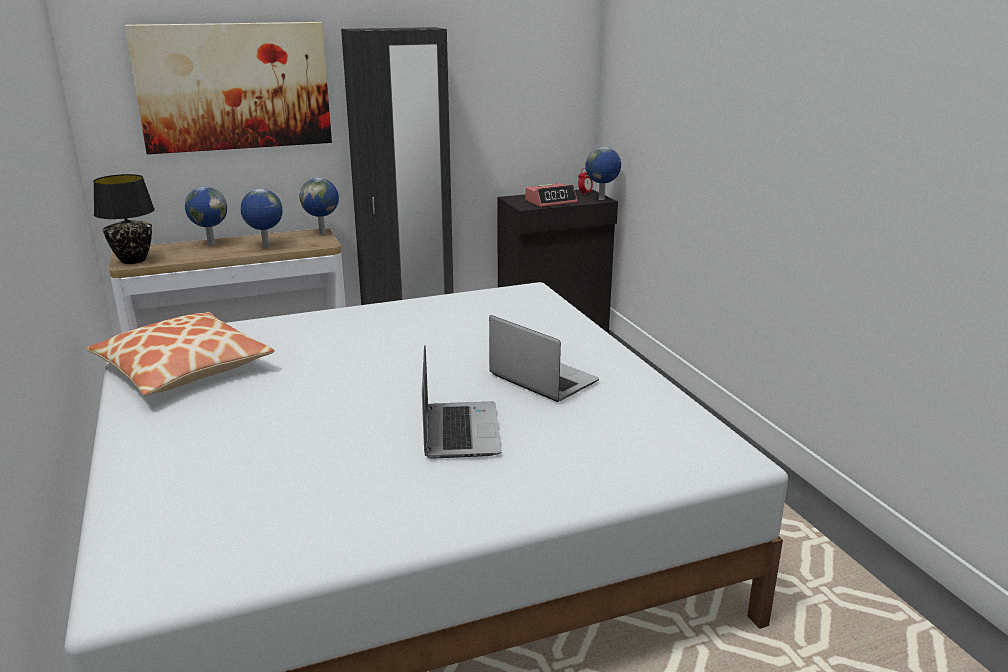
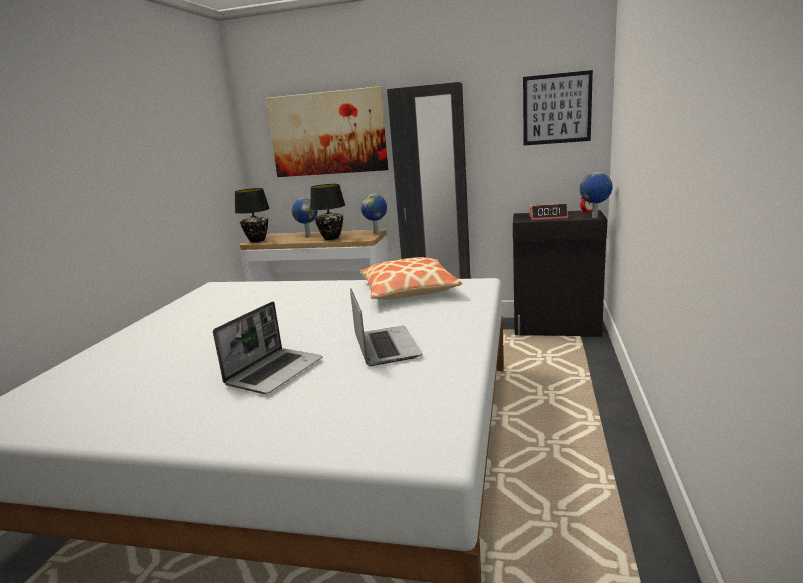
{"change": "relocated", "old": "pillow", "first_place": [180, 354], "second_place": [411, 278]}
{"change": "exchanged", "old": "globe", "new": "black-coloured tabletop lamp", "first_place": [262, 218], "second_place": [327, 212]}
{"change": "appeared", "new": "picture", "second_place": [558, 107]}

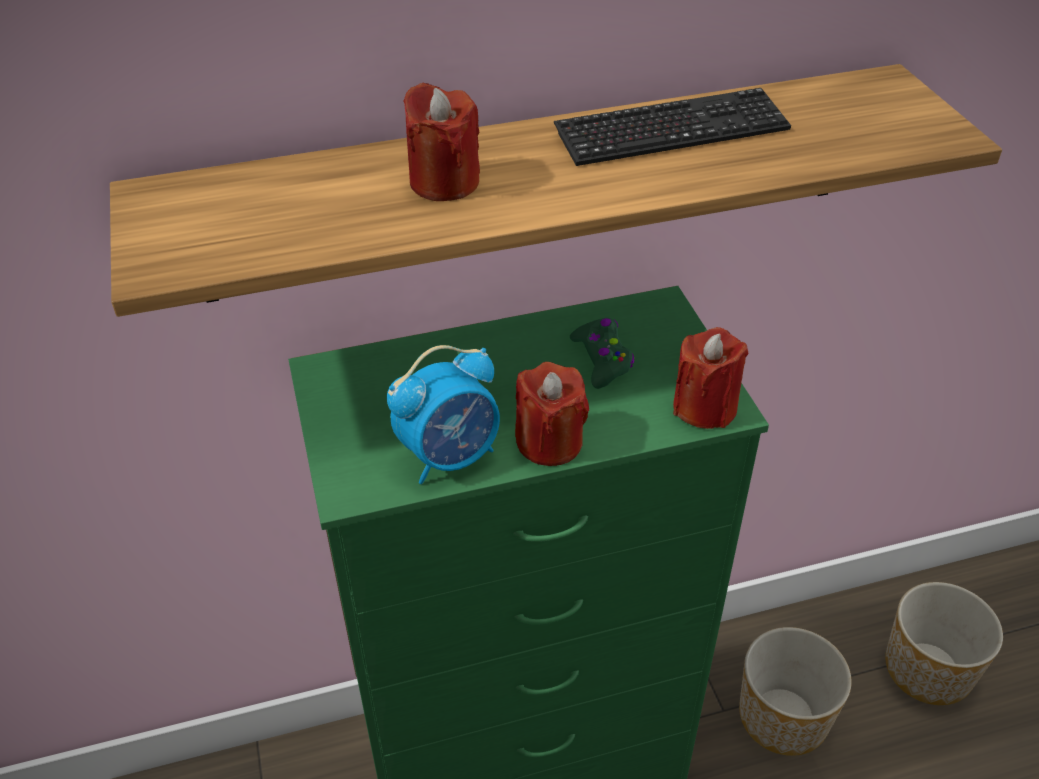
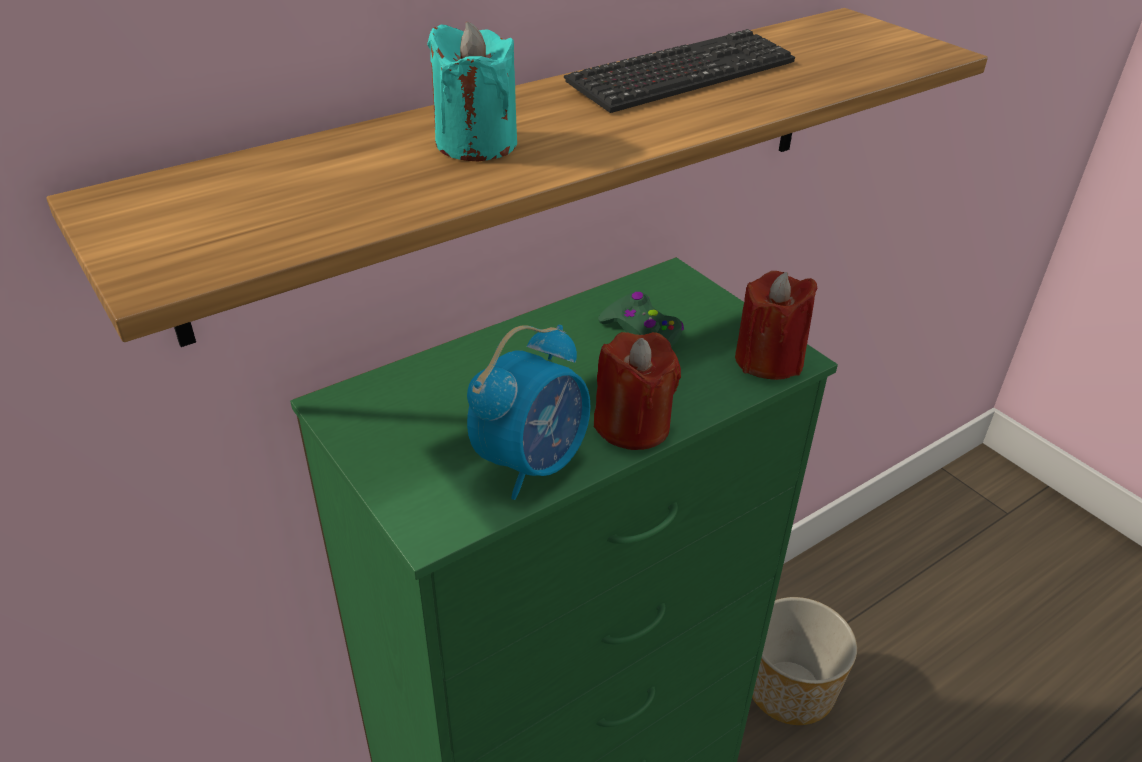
{"change": "colour", "old": "reddish wax candle", "new": "turquoise wax candle", "first_place": [441, 142], "second_place": [472, 91]}
{"change": "missing", "old": "planter", "first_place": [944, 643]}

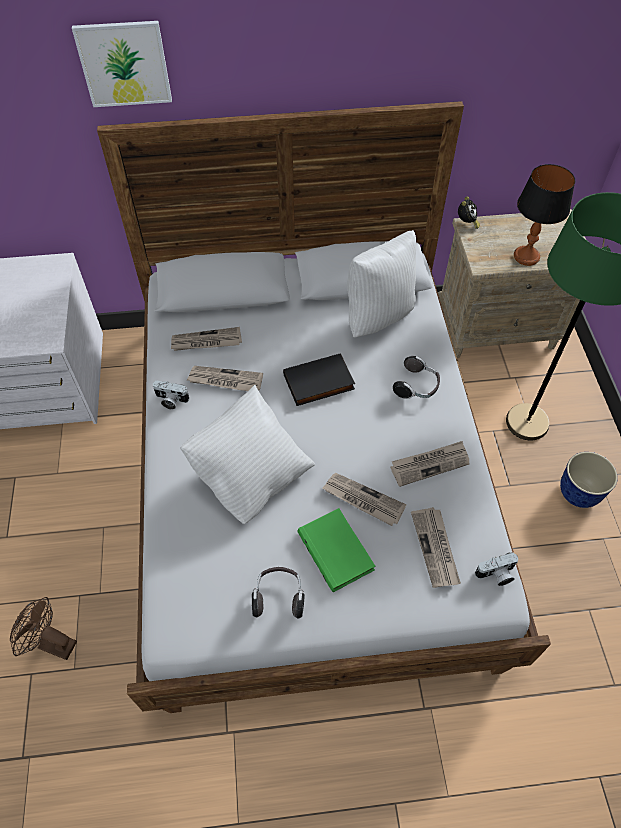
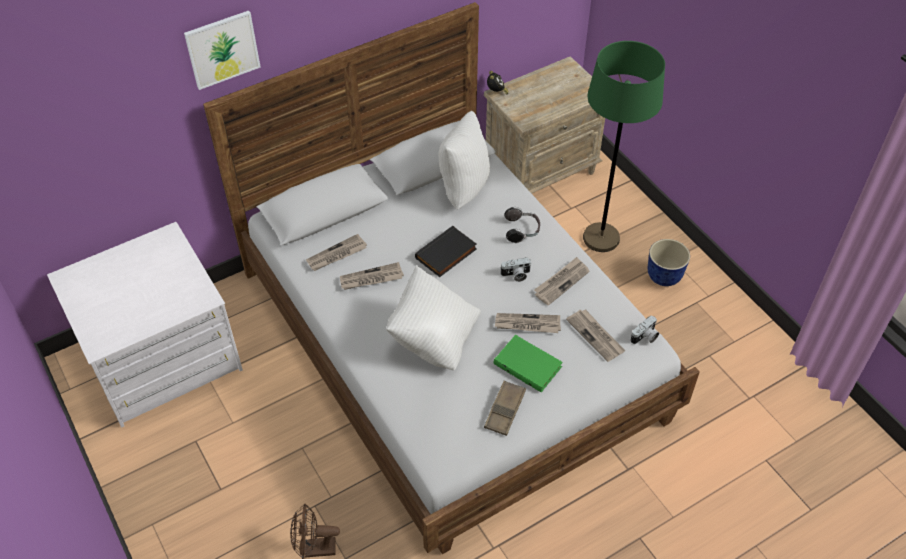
{"change": "relocated", "old": "still camera", "first_place": [171, 395], "second_place": [516, 270]}
{"change": "exchanged", "old": "headphones", "new": "brown-coloured carrying tray", "first_place": [278, 593], "second_place": [505, 408]}
{"change": "missing", "old": "tabletop lamp", "first_place": [544, 215]}

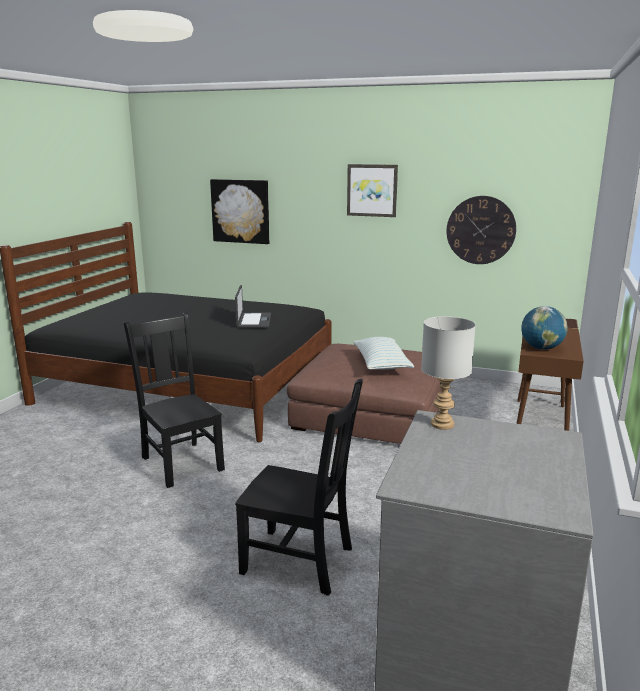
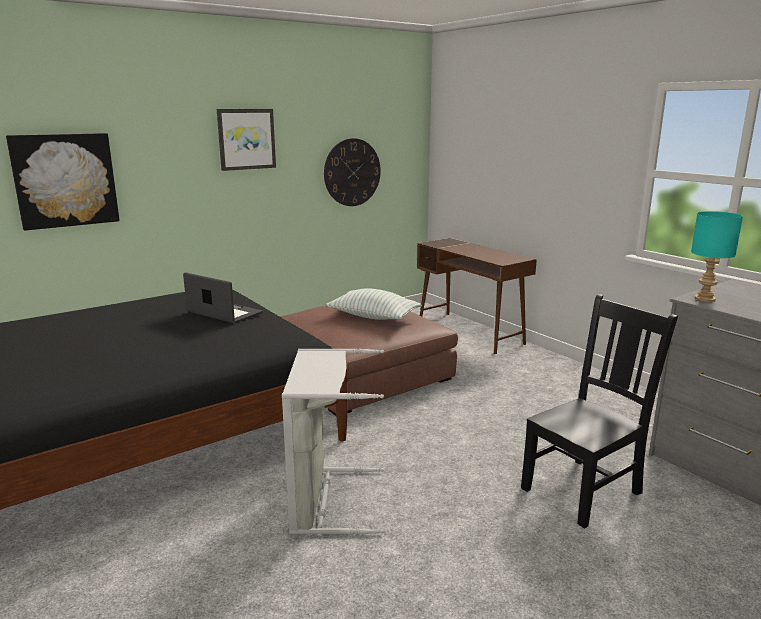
{"change": "exchanged", "old": "black-coloured chair", "new": "gray hamper", "first_place": [174, 400], "second_place": [333, 441]}
{"change": "colour", "old": "gray tabletop lamp", "new": "turquoise tabletop lamp", "first_place": [448, 373], "second_place": [717, 256]}
{"change": "missing", "old": "globe", "first_place": [545, 328]}

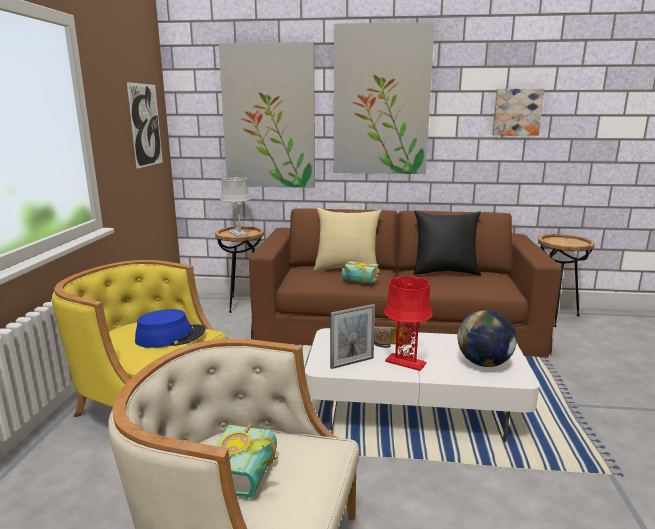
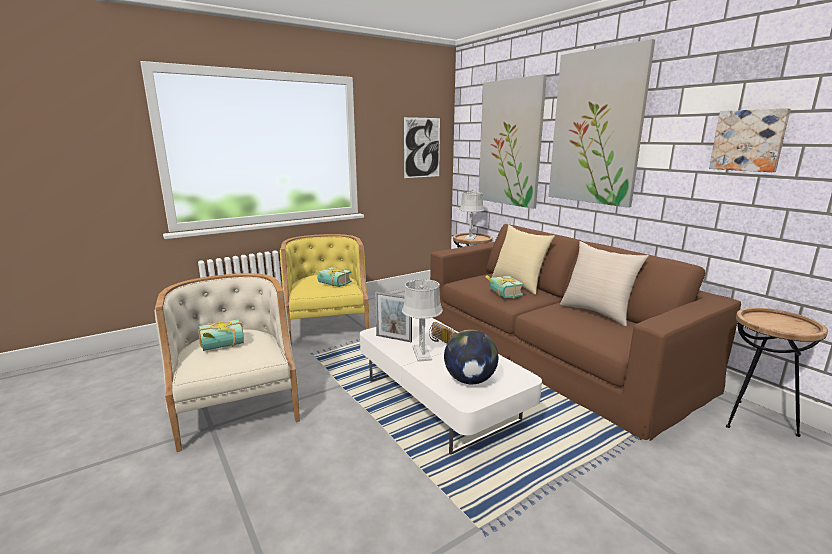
{"change": "exchanged", "old": "bluish wearable hat", "new": "volume", "first_place": [170, 328], "second_place": [334, 277]}
{"change": "colour", "old": "reddish tabletop lamp", "new": "gray tabletop lamp", "first_place": [408, 323], "second_place": [422, 320]}
{"change": "colour", "old": "black-coloured pillow", "new": "beige pillow", "first_place": [447, 243], "second_place": [604, 283]}

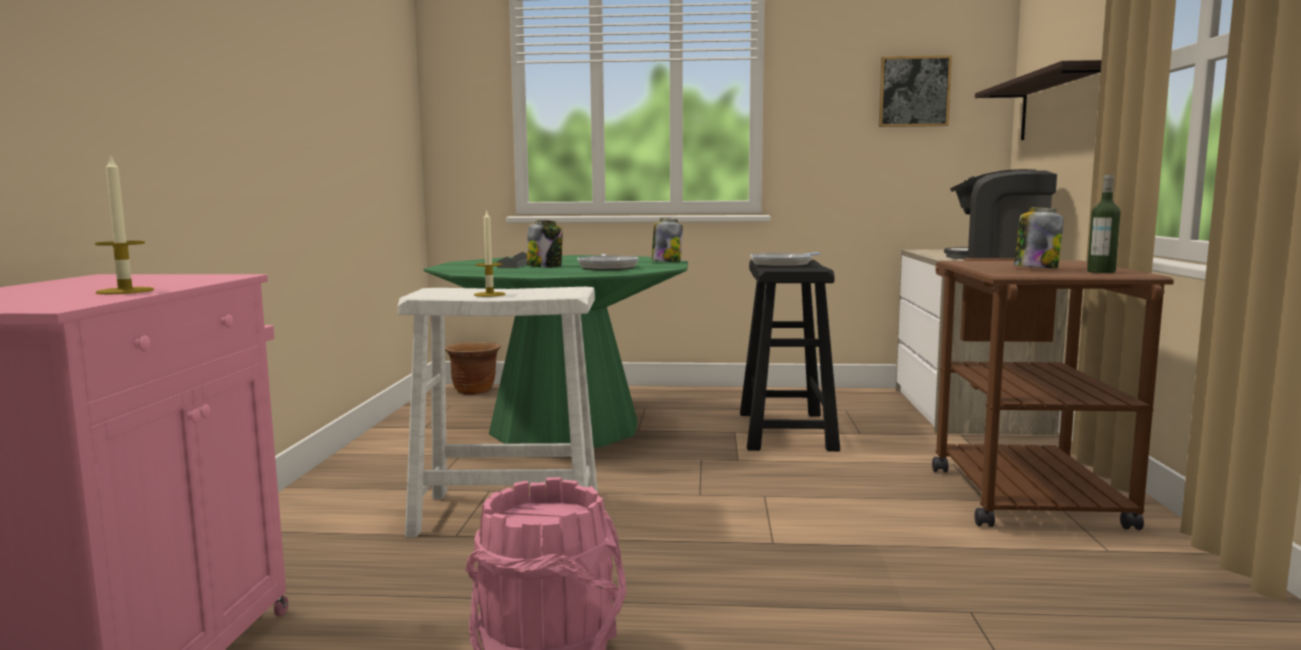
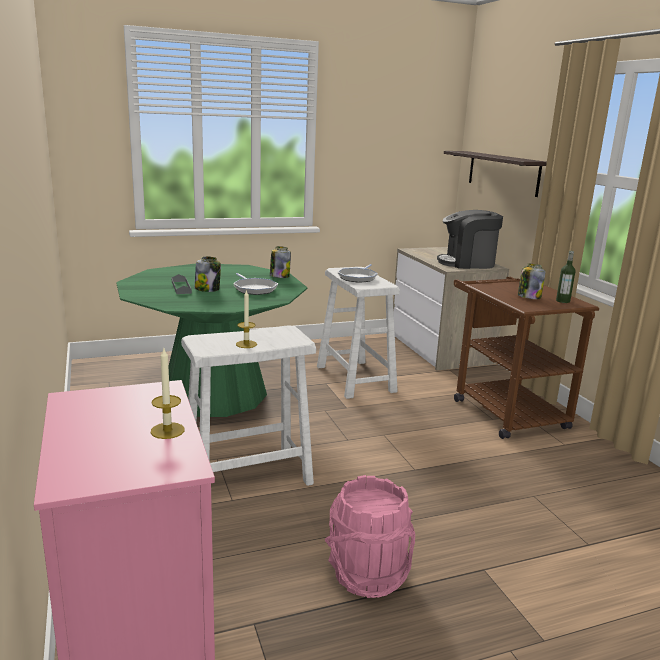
{"change": "missing", "old": "brown-coloured planter", "first_place": [473, 368]}
{"change": "colour", "old": "black-coloured stool", "new": "white stool", "first_place": [790, 355], "second_place": [358, 333]}
{"change": "missing", "old": "picture", "first_place": [915, 91]}

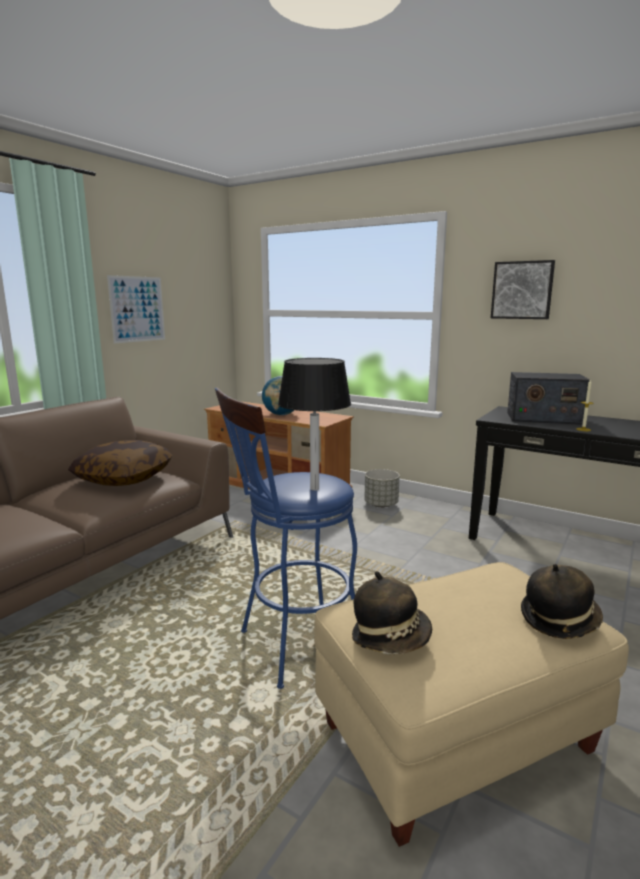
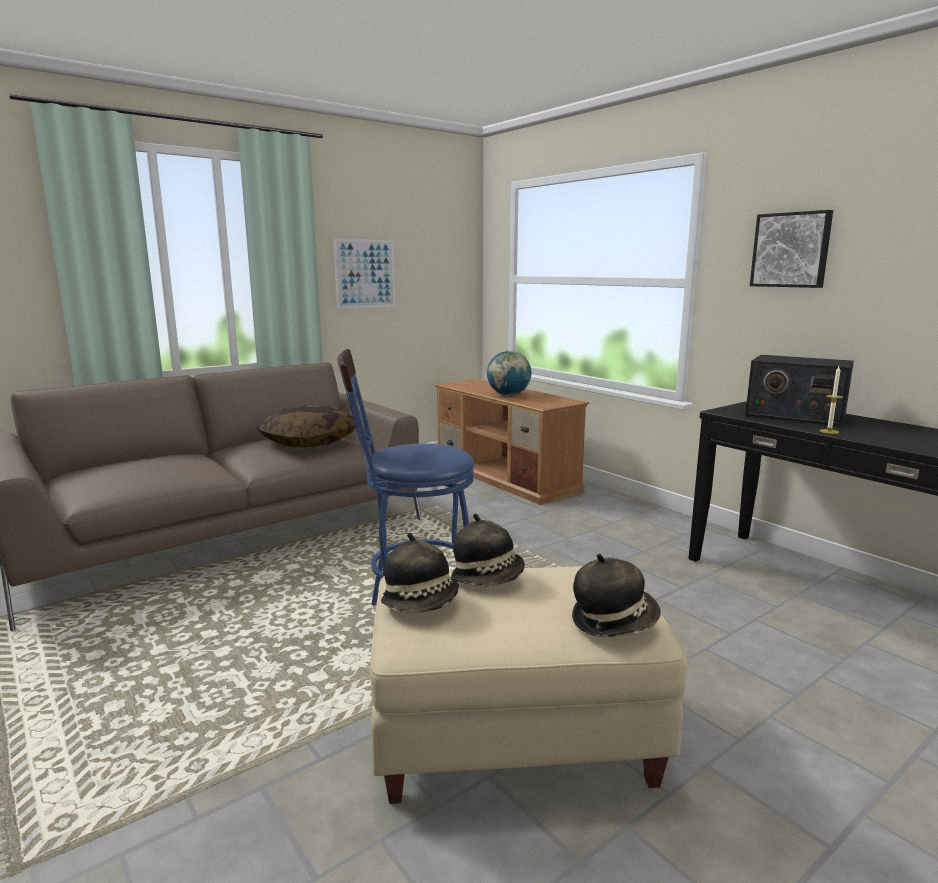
{"change": "missing", "old": "black-coloured tabletop lamp", "first_place": [314, 424]}
{"change": "missing", "old": "gray planter", "first_place": [382, 488]}
{"change": "appeared", "new": "wearable hat", "second_place": [488, 549]}

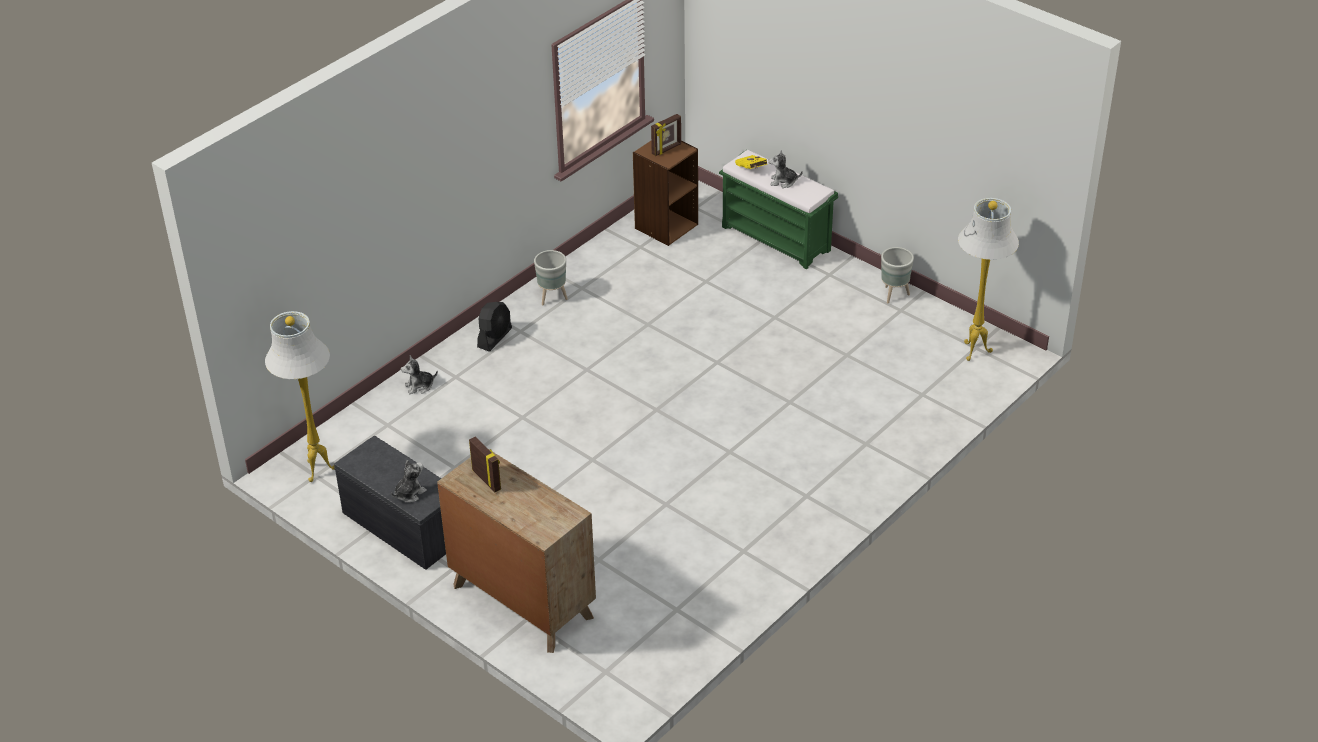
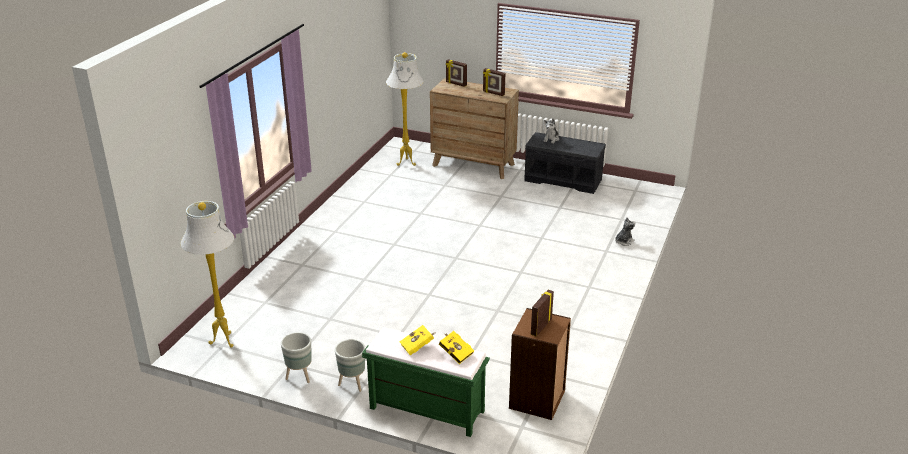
{"change": "relocated", "old": "white standard lamp", "first_place": [300, 396], "second_place": [405, 109]}
{"change": "missing", "old": "black-coloured electric fan", "first_place": [494, 327]}
{"change": "relocated", "old": "gray planter", "first_place": [551, 278], "second_place": [350, 365]}
{"change": "exchanged", "old": "cuddly toy", "new": "yellow volume", "first_place": [786, 169], "second_place": [417, 340]}
{"change": "appeared", "new": "photo frame", "second_place": [456, 73]}

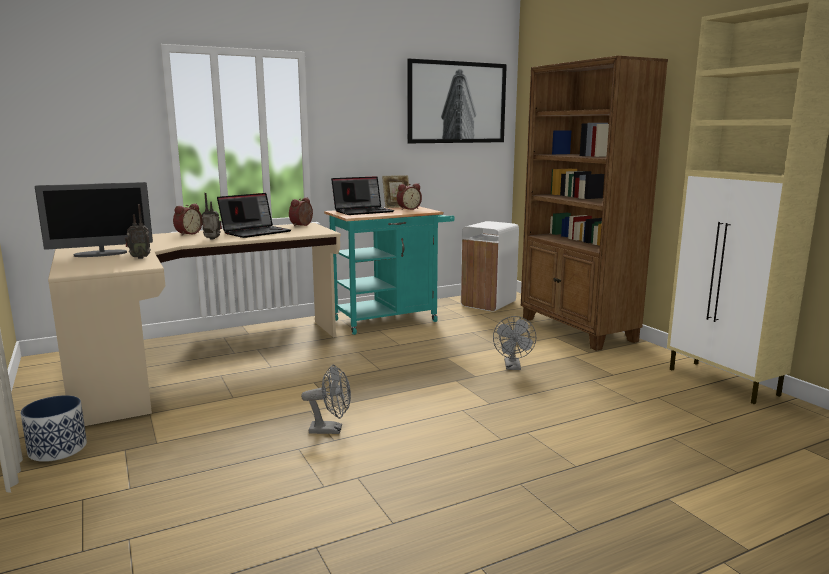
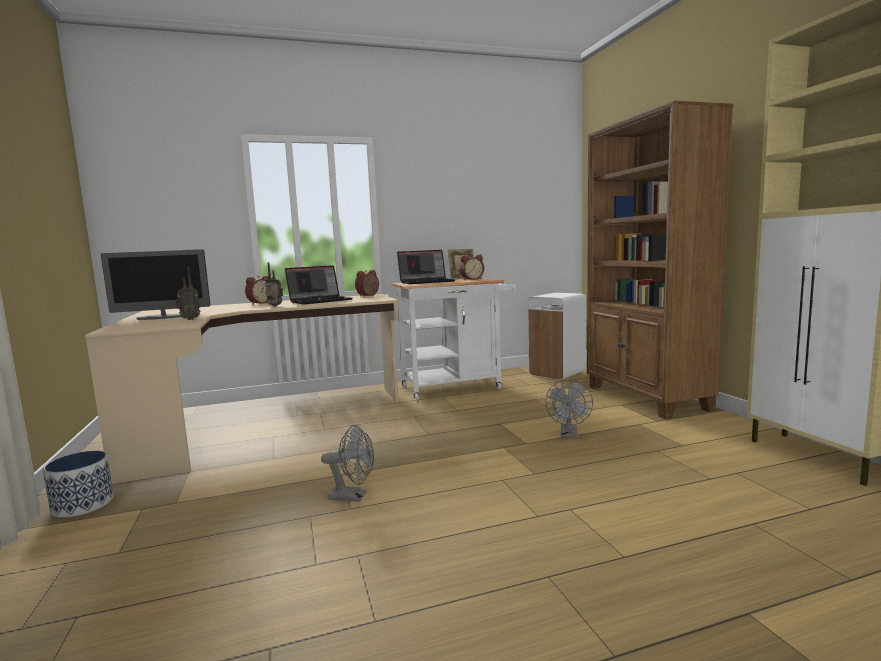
{"change": "colour", "old": "turquoise cart", "new": "white cart", "first_place": [389, 270], "second_place": [454, 339]}
{"change": "missing", "old": "picture", "first_place": [457, 100]}

